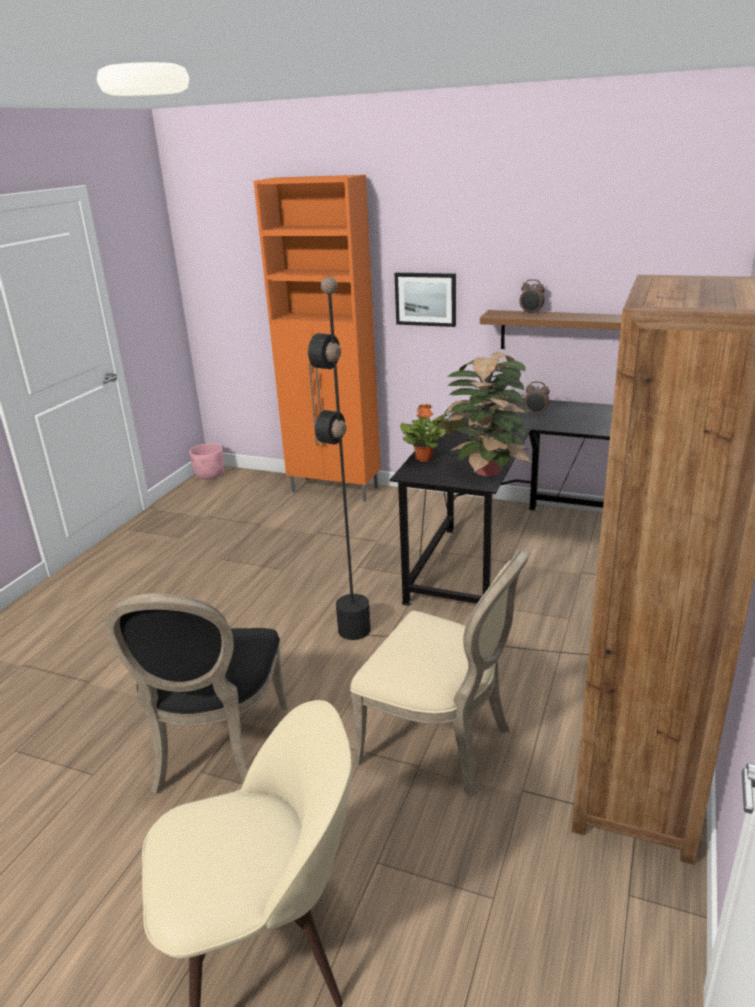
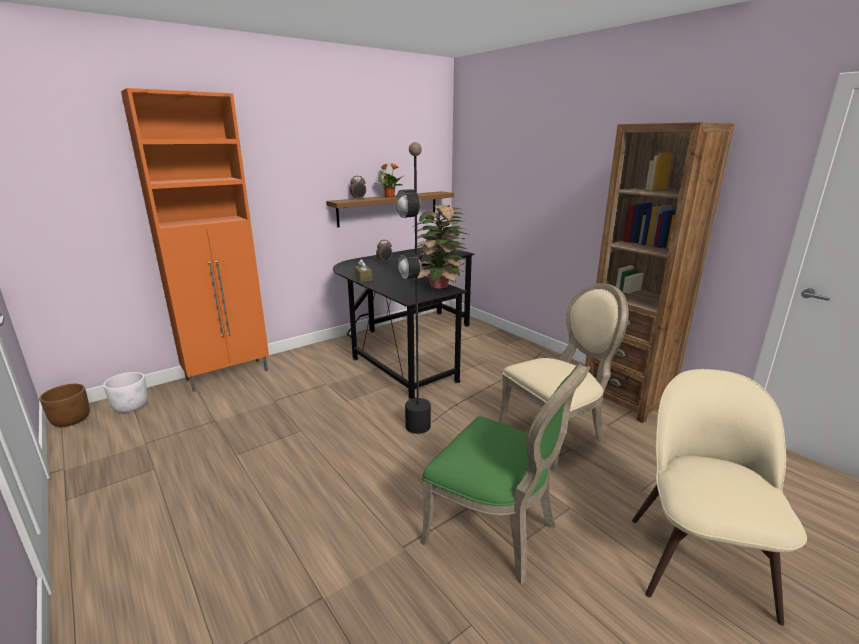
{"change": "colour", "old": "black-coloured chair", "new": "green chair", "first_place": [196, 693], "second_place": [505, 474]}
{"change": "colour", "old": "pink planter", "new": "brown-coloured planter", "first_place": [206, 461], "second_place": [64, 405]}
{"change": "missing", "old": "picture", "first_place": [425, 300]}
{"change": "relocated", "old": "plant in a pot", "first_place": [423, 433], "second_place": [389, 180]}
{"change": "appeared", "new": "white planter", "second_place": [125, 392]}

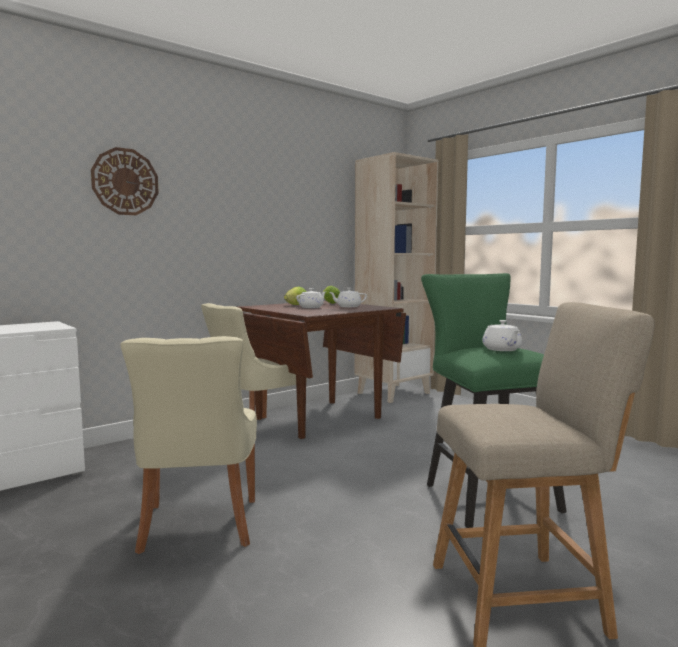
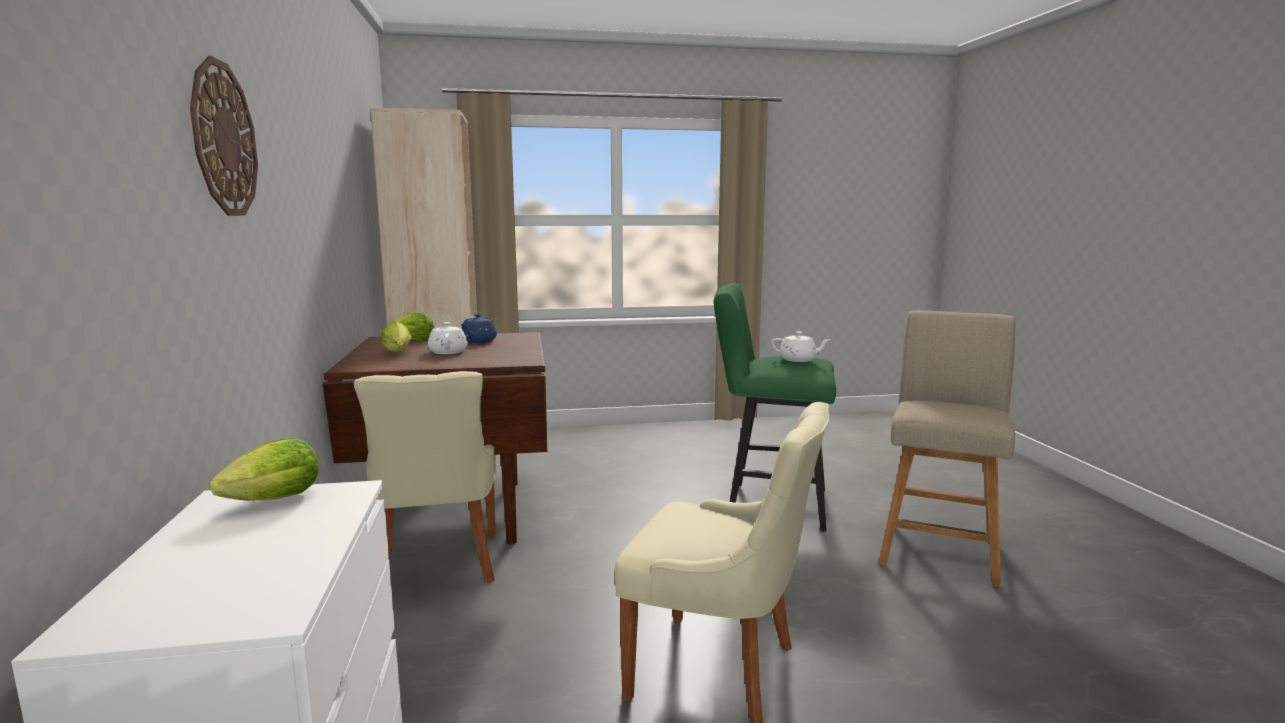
{"change": "colour", "old": "white pot for tea", "new": "bluish pot for tea", "first_place": [348, 297], "second_place": [478, 328]}
{"change": "appeared", "new": "lettuce", "second_place": [264, 469]}

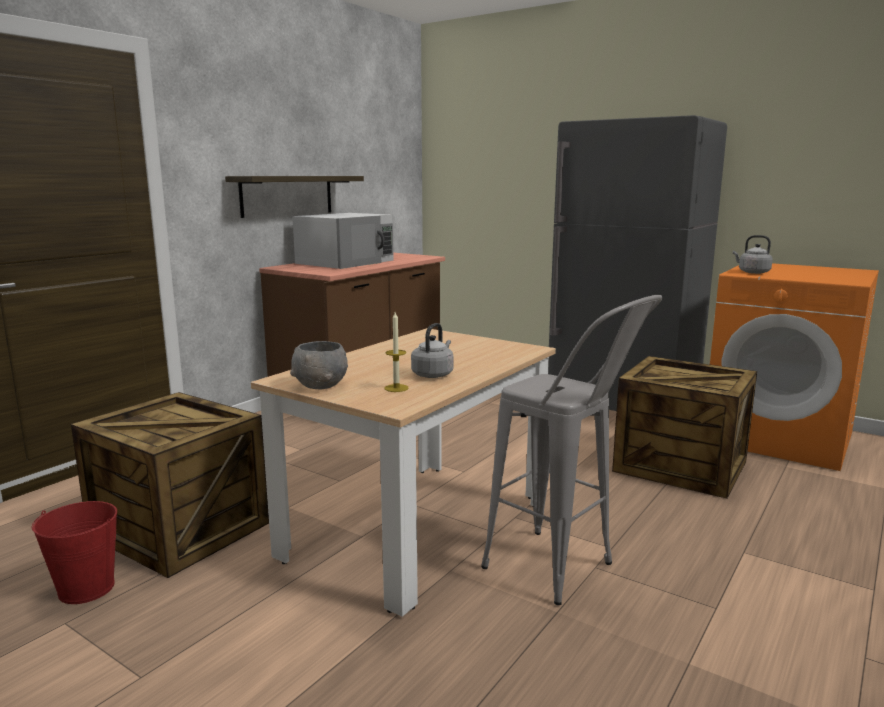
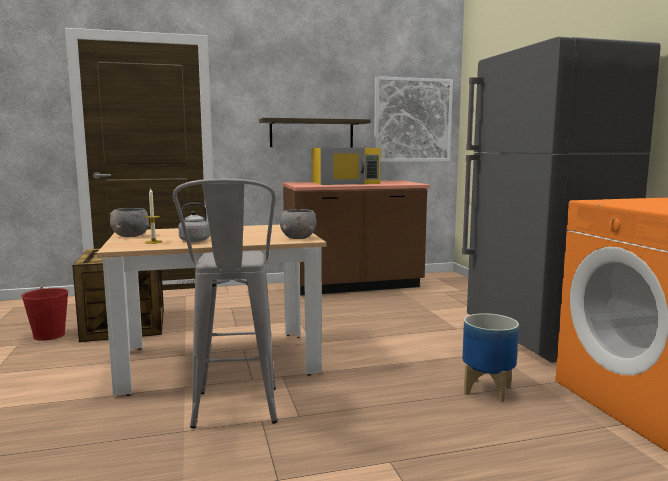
{"change": "colour", "old": "white microwave oven", "new": "yellow microwave oven", "first_place": [343, 241], "second_place": [346, 166]}
{"change": "exchanged", "old": "crate", "new": "planter", "first_place": [684, 427], "second_place": [490, 358]}
{"change": "missing", "old": "gray kettle", "first_place": [753, 254]}
{"change": "appeared", "new": "gray serving bowl", "second_place": [298, 224]}
{"change": "appeared", "new": "picture", "second_place": [413, 119]}

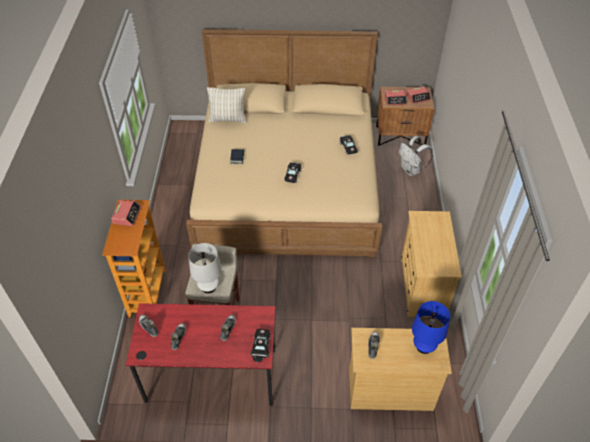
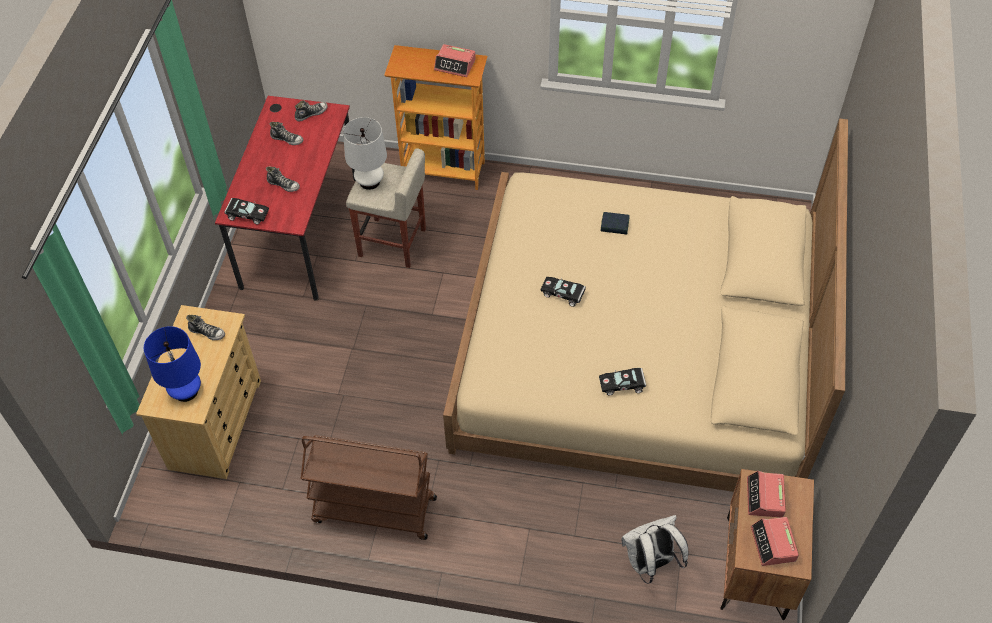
{"change": "missing", "old": "pillow", "first_place": [226, 105]}
{"change": "exchanged", "old": "beige dresser", "new": "brown-coloured cart", "first_place": [431, 264], "second_place": [369, 487]}

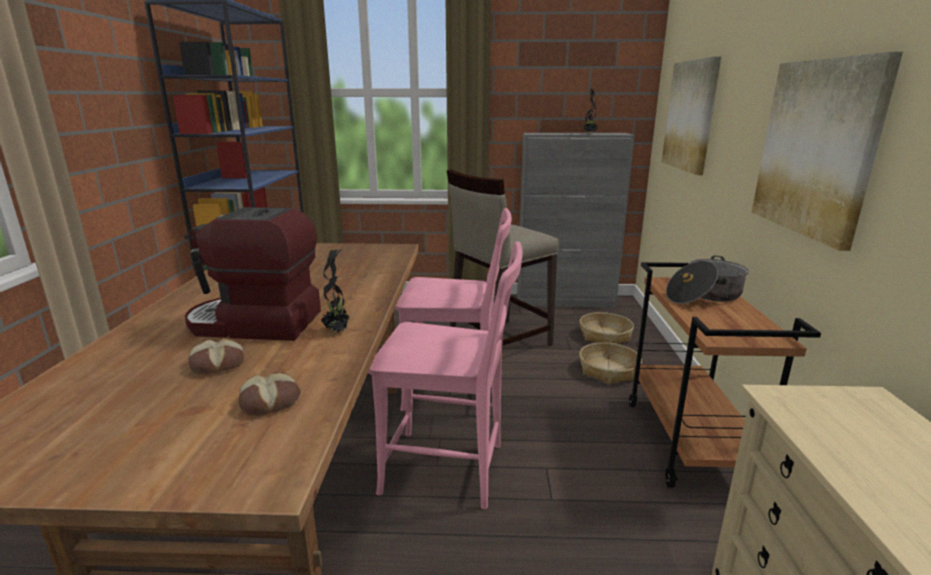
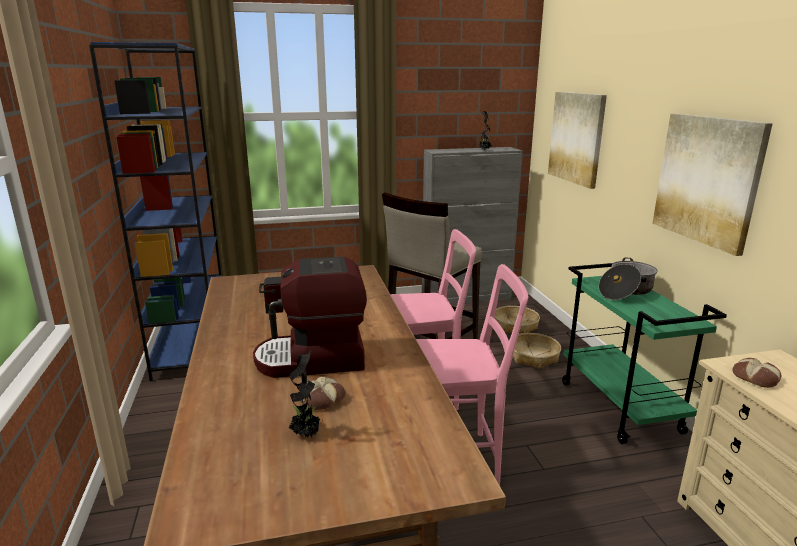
{"change": "relocated", "old": "baked bread", "first_place": [270, 394], "second_place": [756, 373]}
{"change": "relocated", "old": "plant in a pot", "first_place": [336, 290], "second_place": [306, 394]}
{"change": "colour", "old": "brown-coloured cart", "new": "green cart", "first_place": [725, 375], "second_place": [644, 353]}

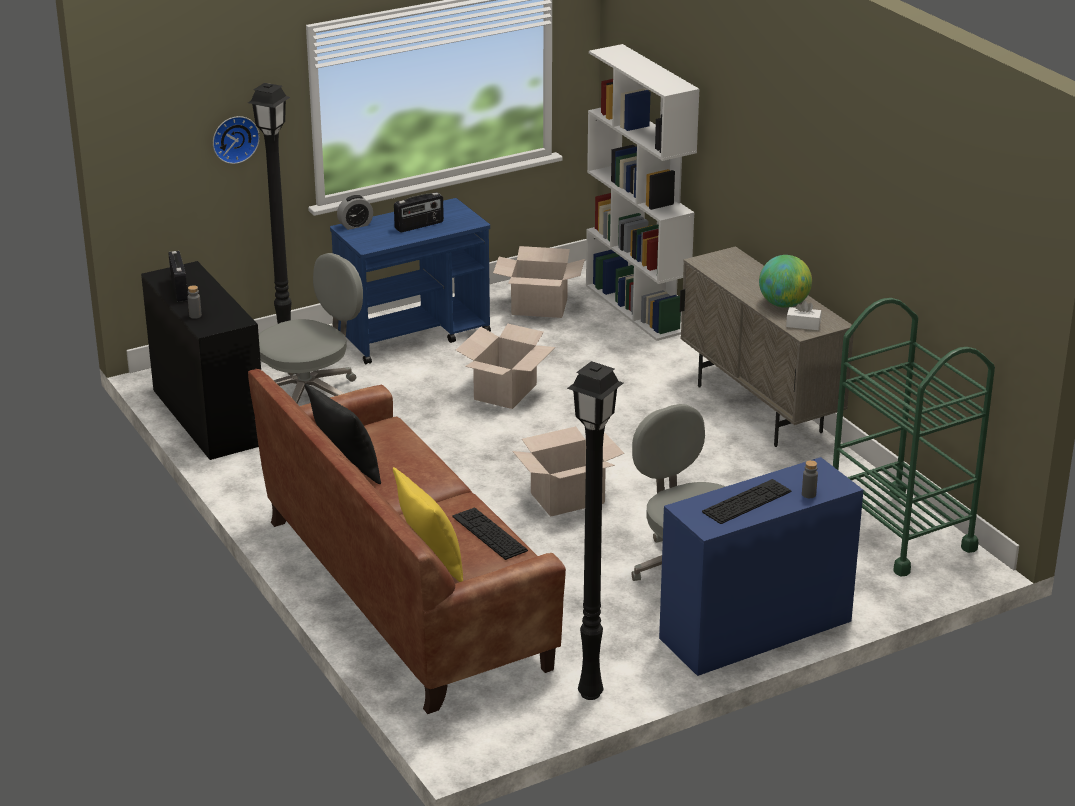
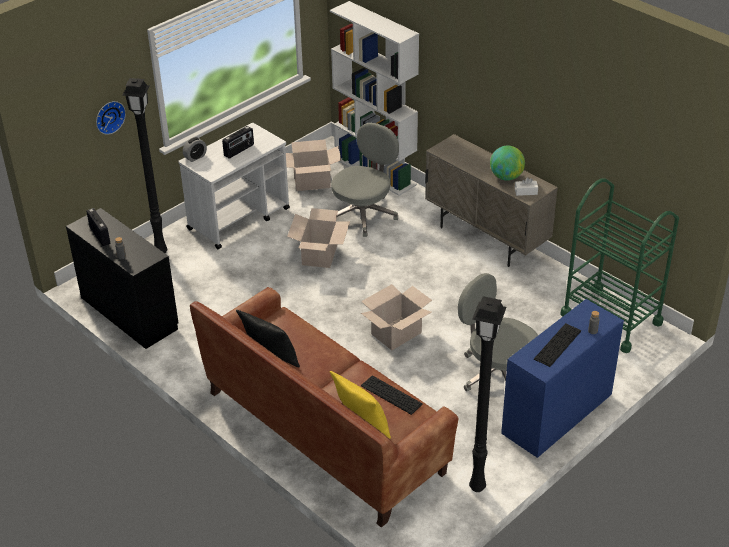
{"change": "relocated", "old": "gray desk chair", "first_place": [311, 328], "second_place": [365, 180]}
{"change": "colour", "old": "bluish cart", "new": "white cart", "first_place": [410, 281], "second_place": [234, 186]}

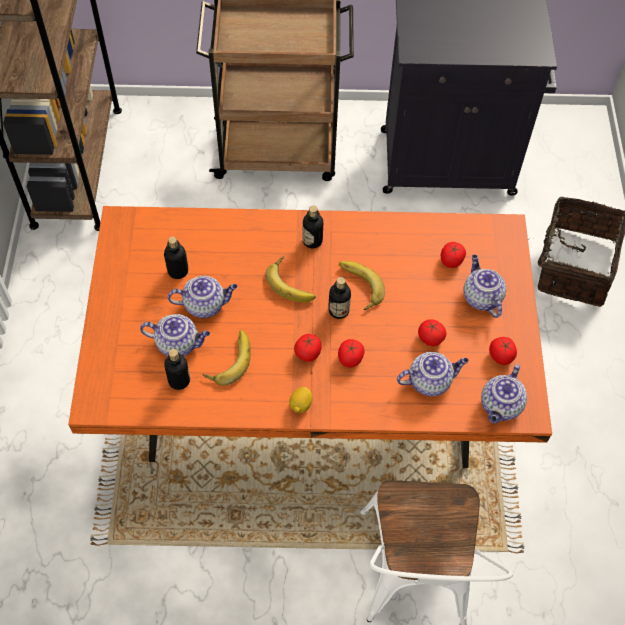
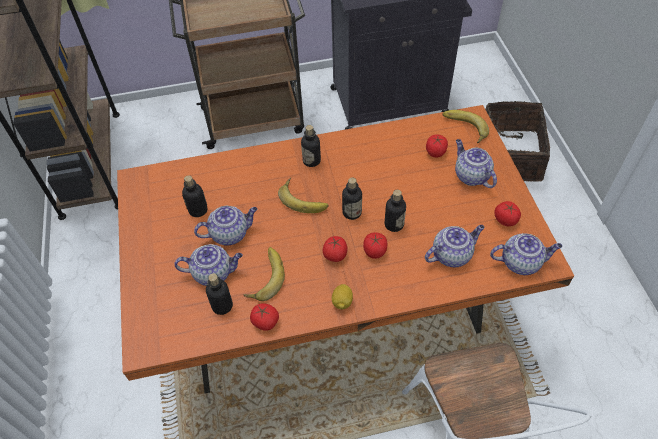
{"change": "relocated", "old": "banana fruit", "first_place": [362, 285], "second_place": [465, 126]}
{"change": "relocated", "old": "fresh tomato", "first_place": [432, 332], "second_place": [264, 317]}
{"change": "spun", "old": "pot for tea", "first_place": [504, 393], "second_place": [526, 254], "degrees": -105}
{"change": "appeared", "new": "beverage bottle", "second_place": [395, 211]}

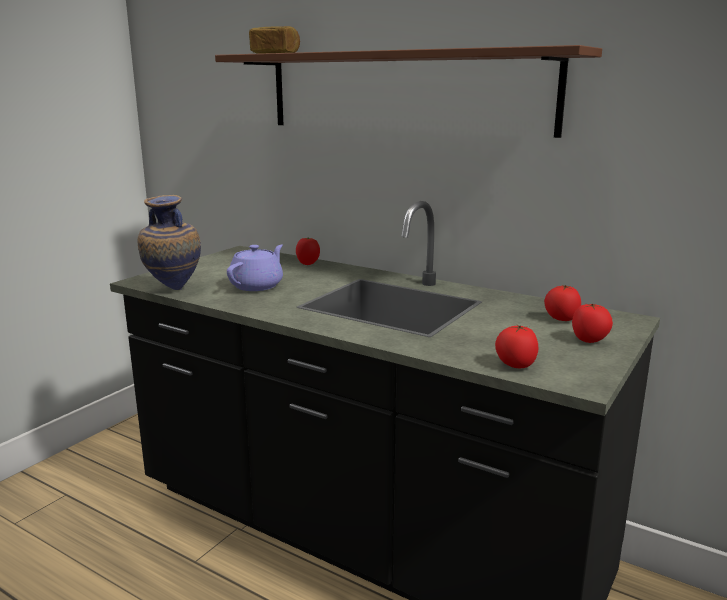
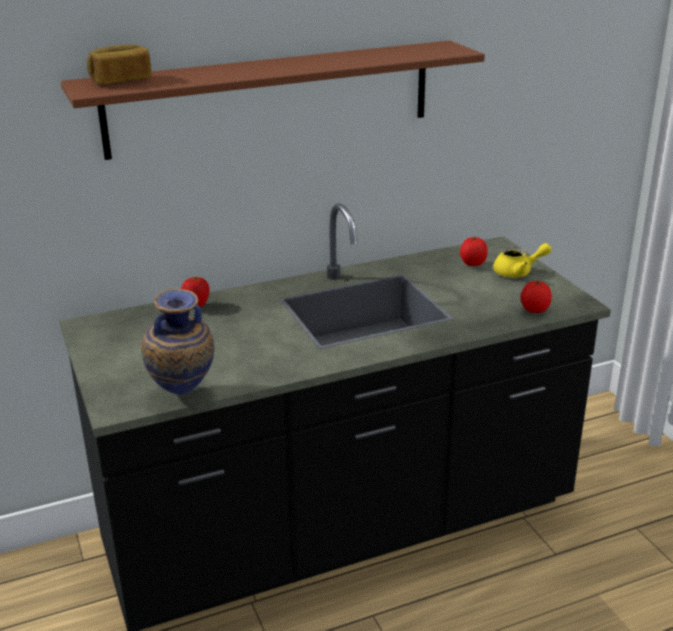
{"change": "missing", "old": "purple pot for tea", "first_place": [255, 268]}
{"change": "exchanged", "old": "fresh tomato", "new": "yellow pot for tea", "first_place": [592, 323], "second_place": [522, 260]}

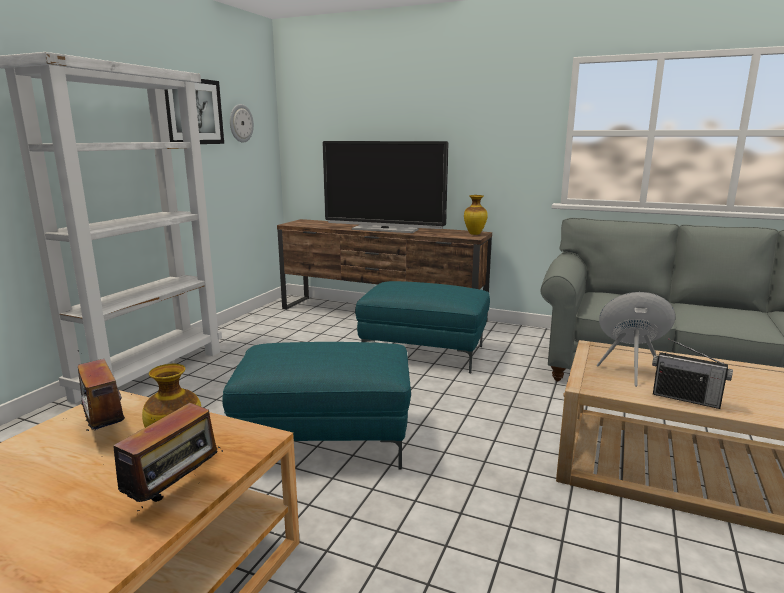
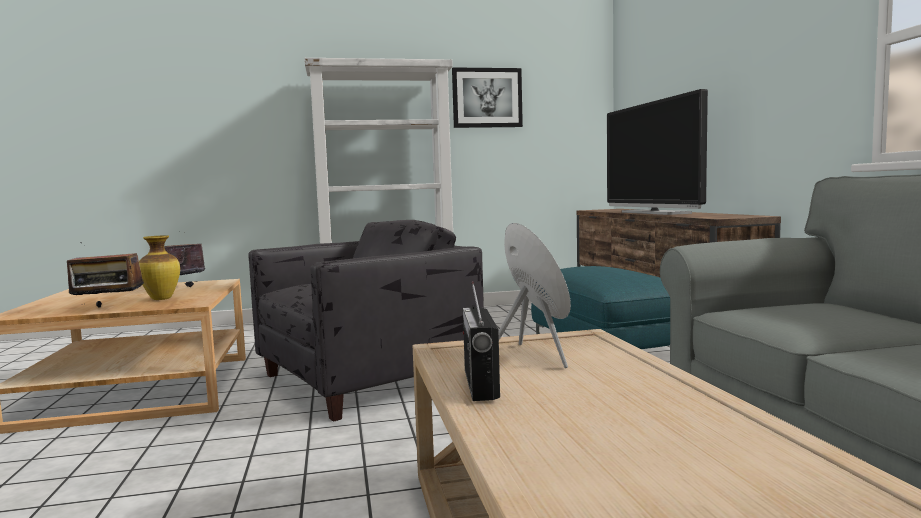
{"change": "exchanged", "old": "turquoise footrest", "new": "gray lounge chair", "first_place": [316, 405], "second_place": [366, 321]}
{"change": "missing", "old": "clock on the wall", "first_place": [242, 123]}
{"change": "missing", "old": "decorative vase", "first_place": [476, 215]}

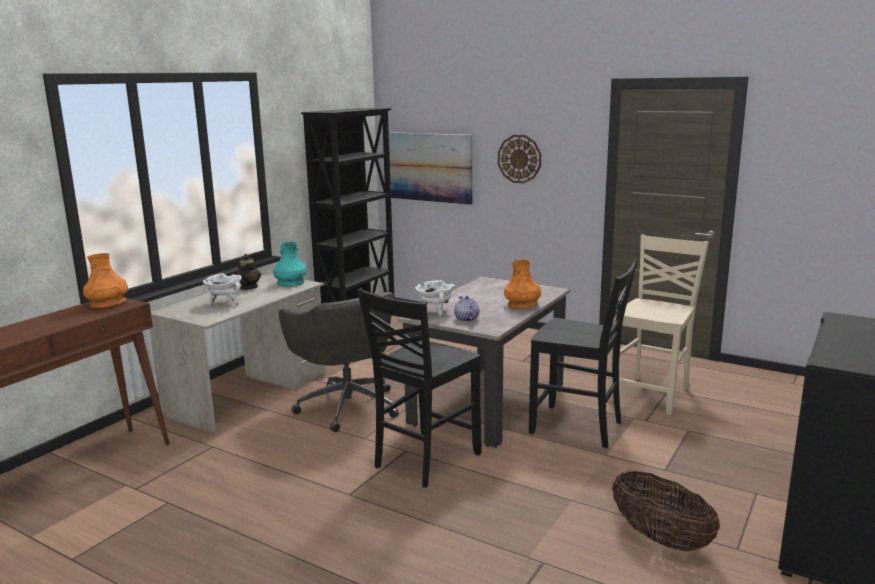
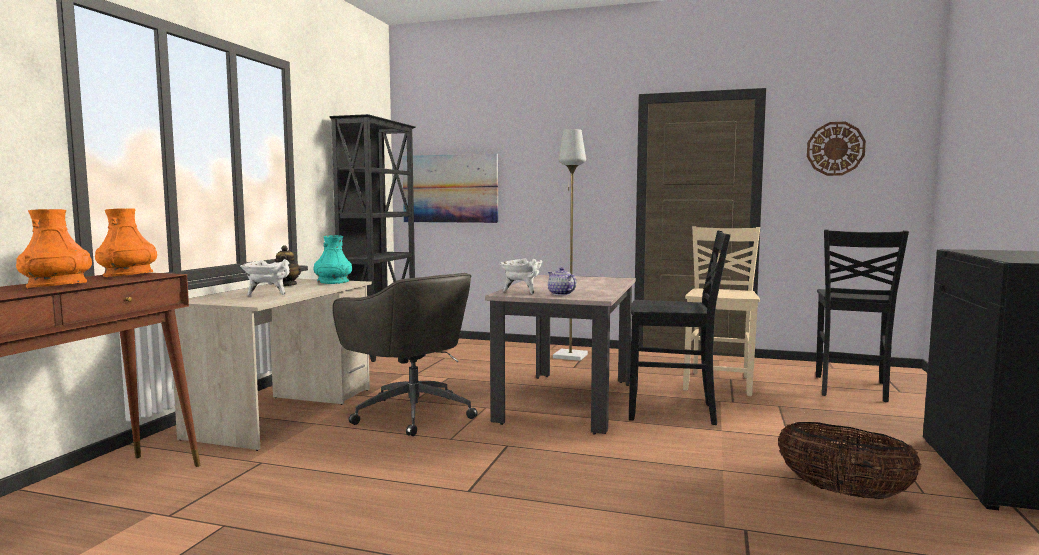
{"change": "relocated", "old": "black-coloured chair", "first_place": [419, 388], "second_place": [862, 315]}
{"change": "relocated", "old": "clock on the wall", "first_place": [519, 159], "second_place": [836, 149]}
{"change": "relocated", "old": "orangey decorative vase", "first_place": [522, 284], "second_place": [54, 248]}
{"change": "appeared", "new": "gray standard lamp", "second_place": [570, 245]}

